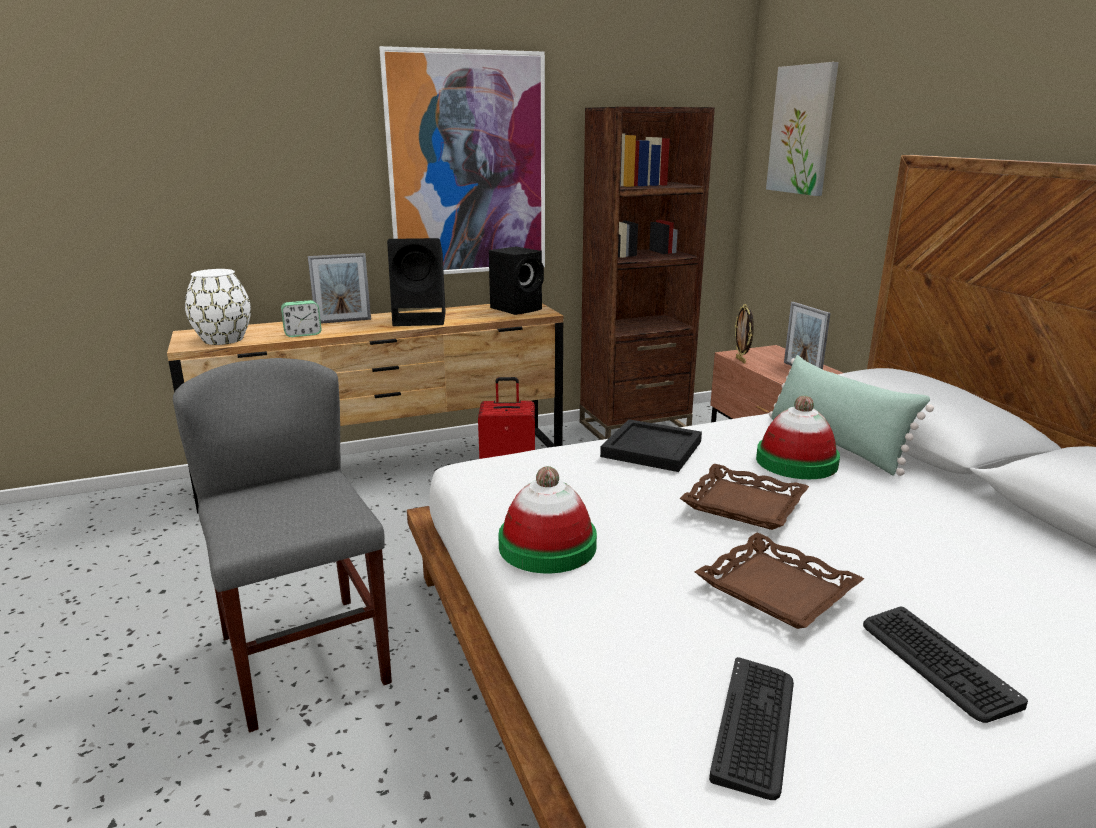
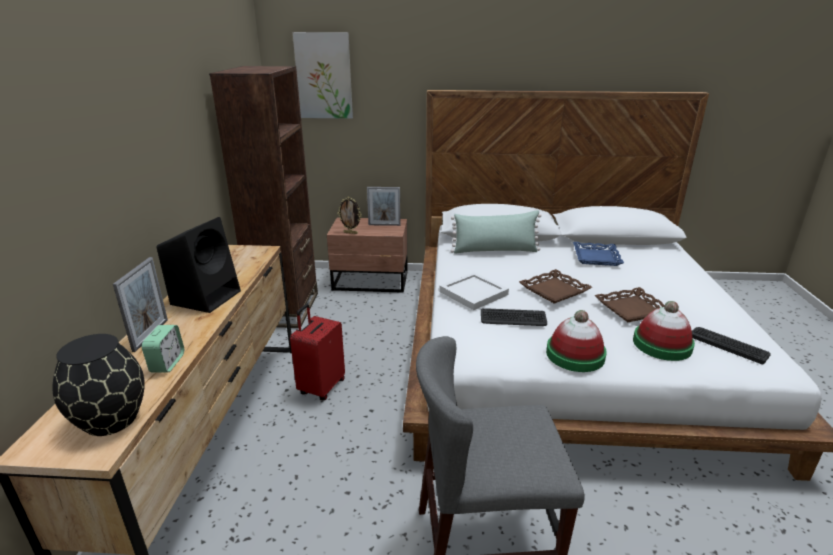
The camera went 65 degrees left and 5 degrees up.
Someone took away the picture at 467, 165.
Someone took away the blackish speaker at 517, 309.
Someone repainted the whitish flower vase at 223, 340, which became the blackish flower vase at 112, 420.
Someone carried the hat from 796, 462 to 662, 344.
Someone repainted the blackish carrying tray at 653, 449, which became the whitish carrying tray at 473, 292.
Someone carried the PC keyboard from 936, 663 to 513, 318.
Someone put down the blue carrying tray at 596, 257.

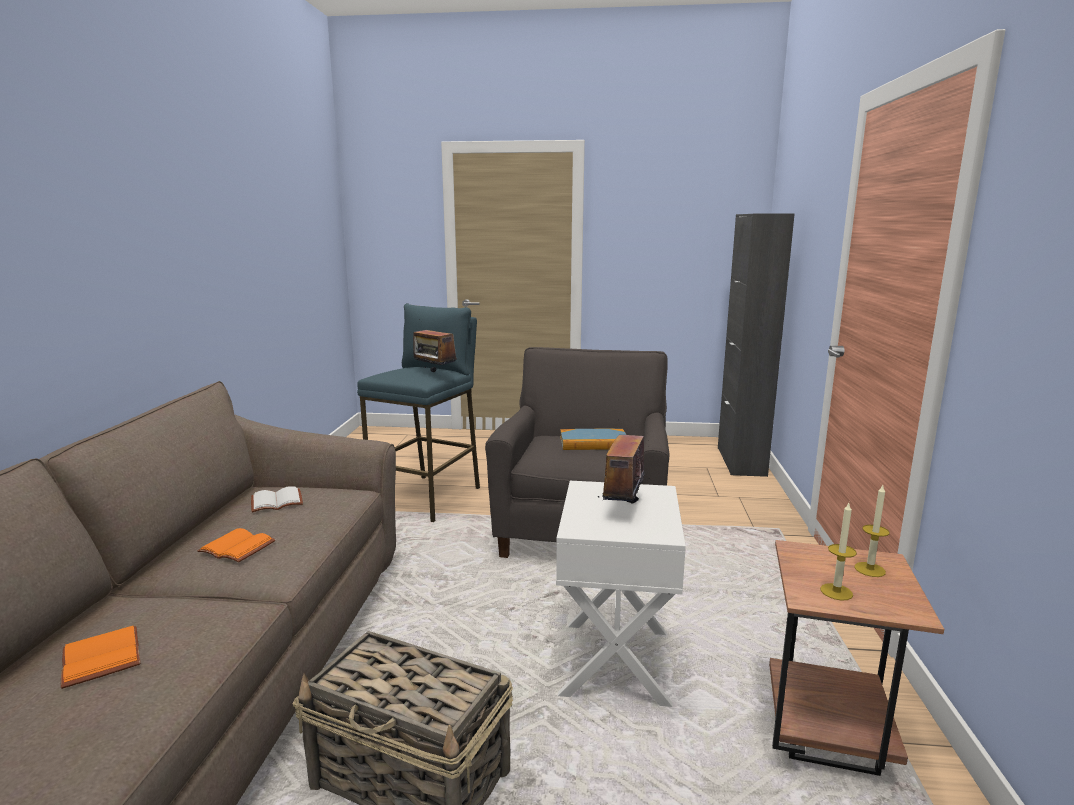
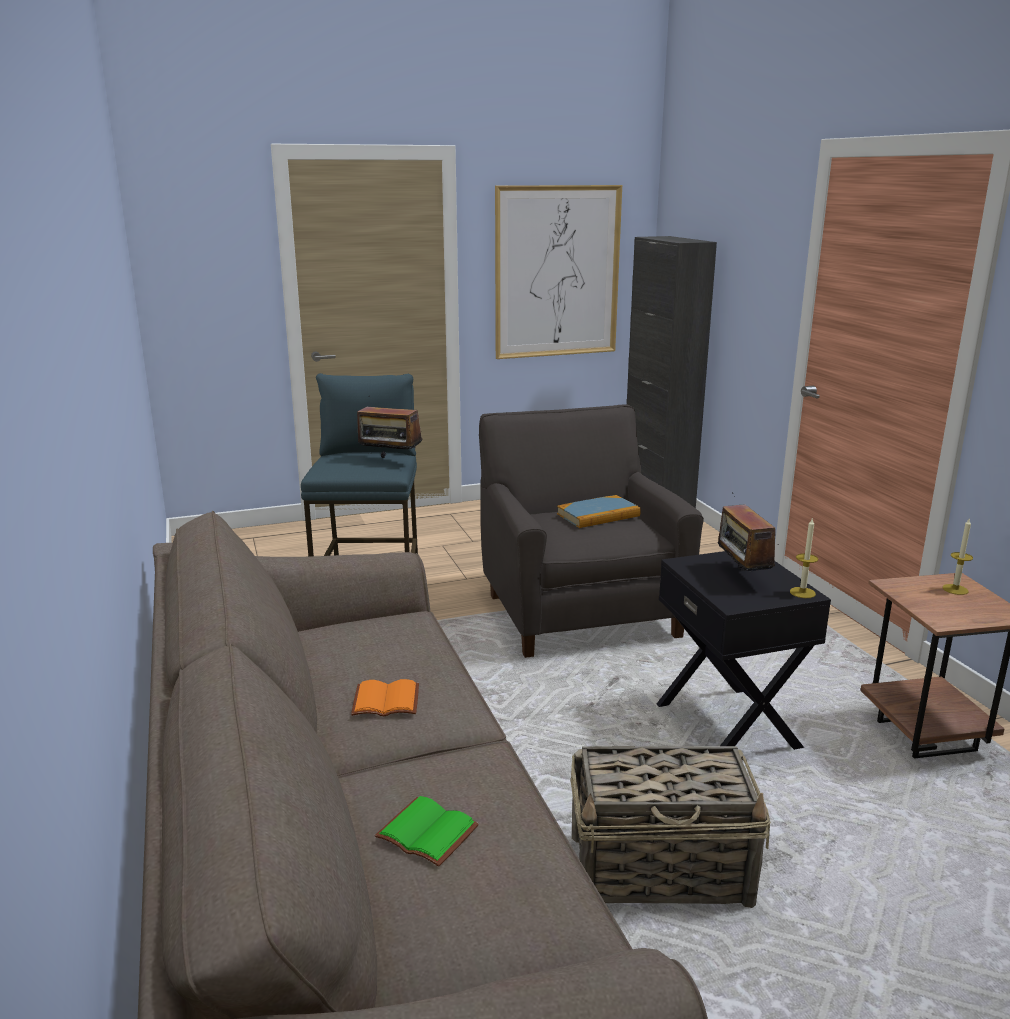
The camera went 25 degrees left and 5 degrees up.
Someone repainted the whitish accent table at 617, 663, which became the blackish accent table at 729, 725.
Someone took away the whitish bound book at 277, 501.
Someone carried the wax light from 836, 592 to 802, 592.
Someone repainted the orangey bound book at 99, 658, which became the greenish bound book at 424, 834.
Someone put up the picture at 557, 272.

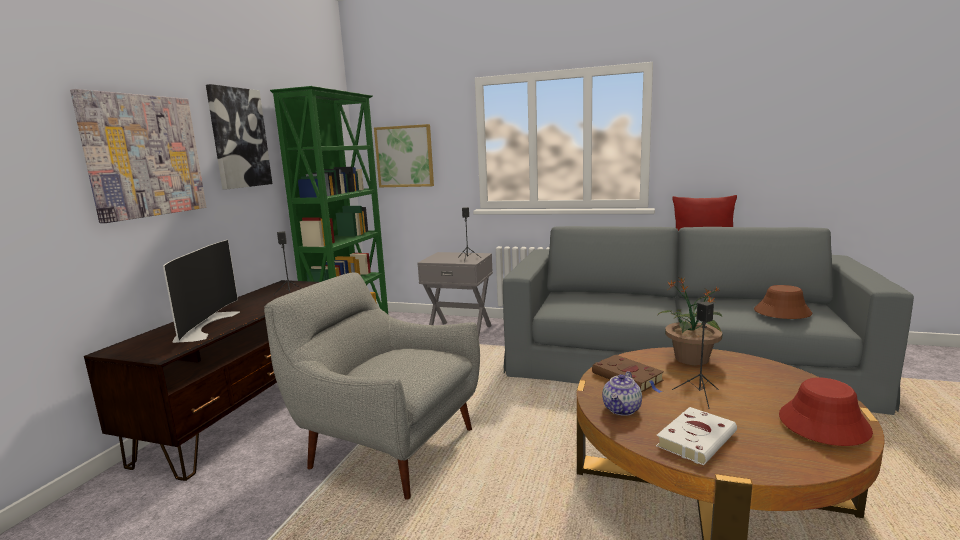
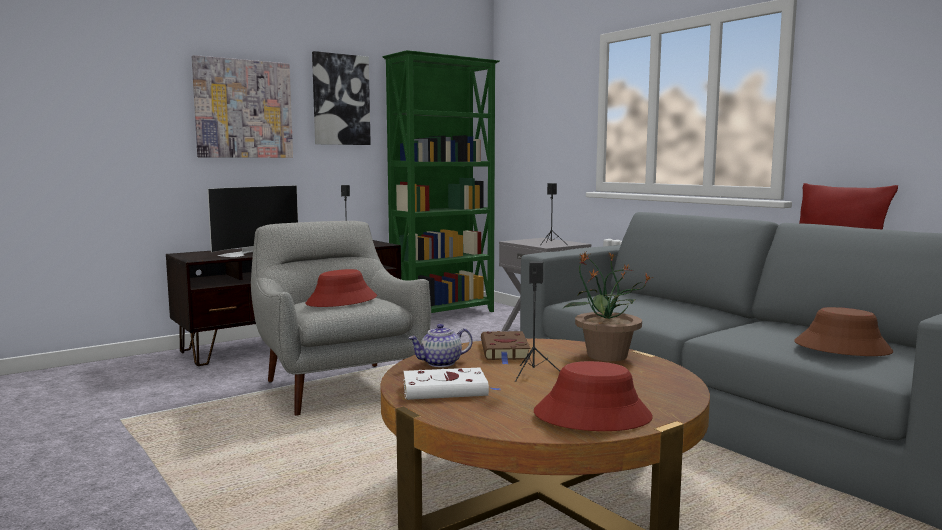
The camera went 35 degrees right and 5 degrees down.
Someone took away the picture at 404, 156.
Someone put down the red hat at 342, 301.

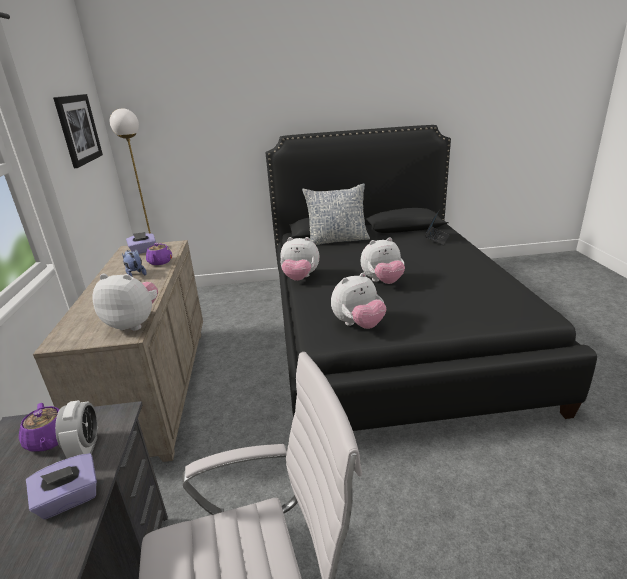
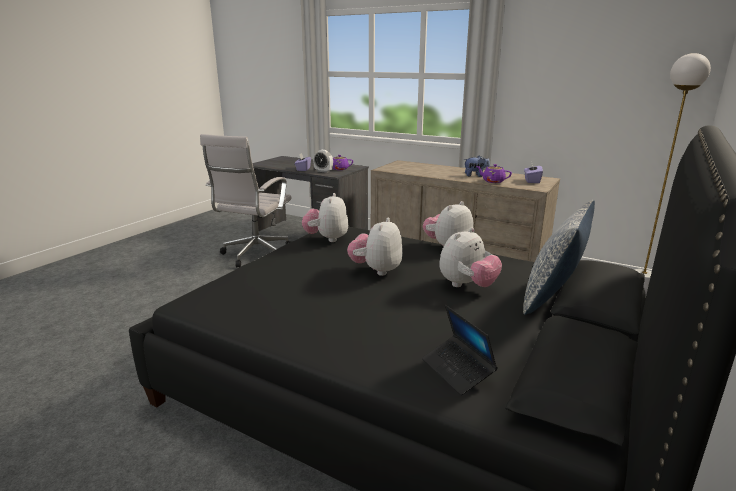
The camera went 125 degrees right and 5 degrees down.
Someone took away the picture at 78, 129.
Someone carried the soft toy from 134, 323 to 467, 286.

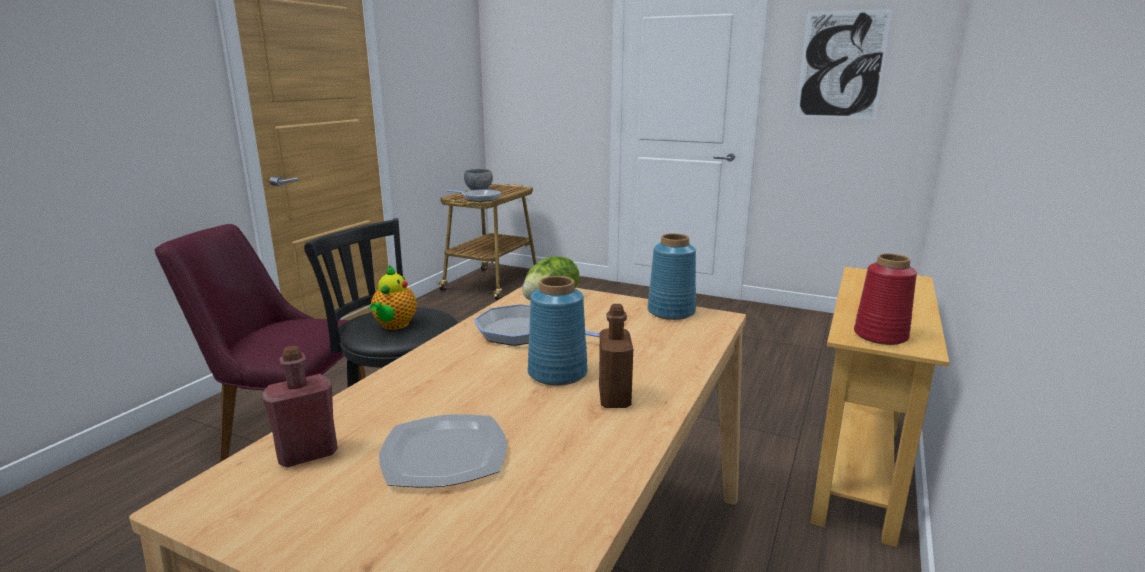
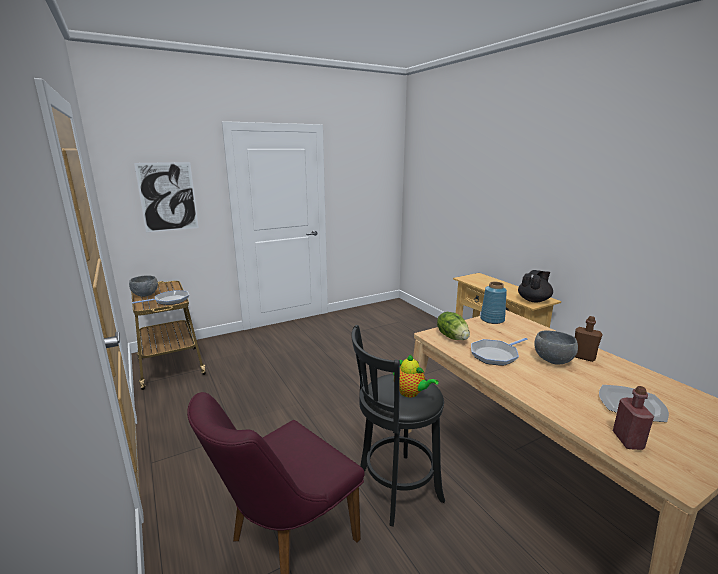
The camera went 55 degrees left and 0 degrees up.
Someone carried the picture from 841, 65 to 168, 197.
Someone swapped the red flower vase at 881, 336 for the blackish tea pot at 534, 300.
Someone swapped the blue flower vase at 556, 374 for the greyish bowl at 553, 361.

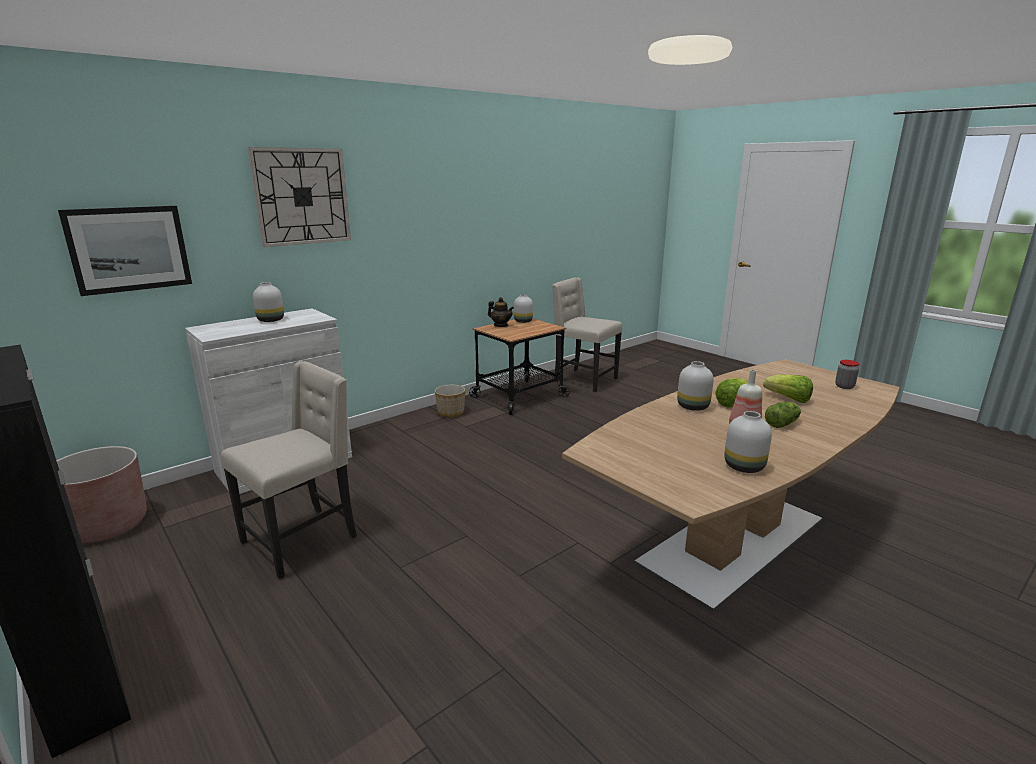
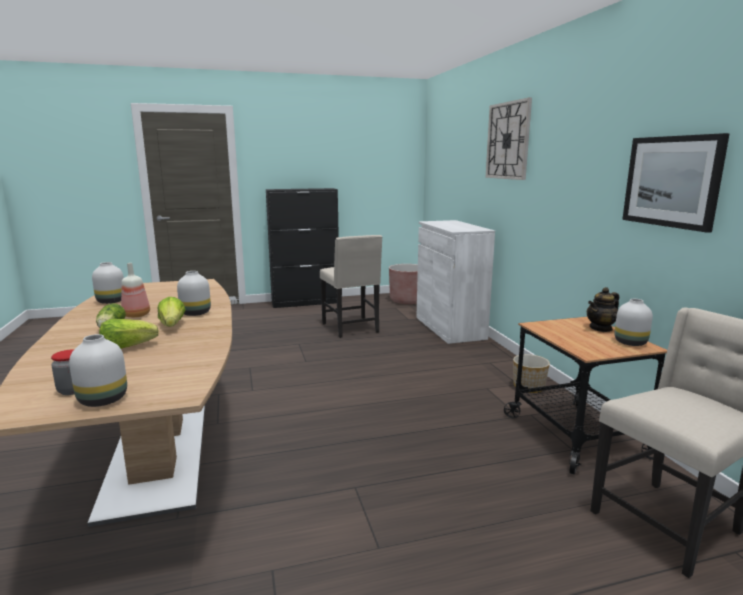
The camera went 115 degrees right and 5 degrees down.
Someone carried the picture from 129, 249 to 671, 181.
Someone carried the whitish flower vase from 270, 320 to 102, 399.

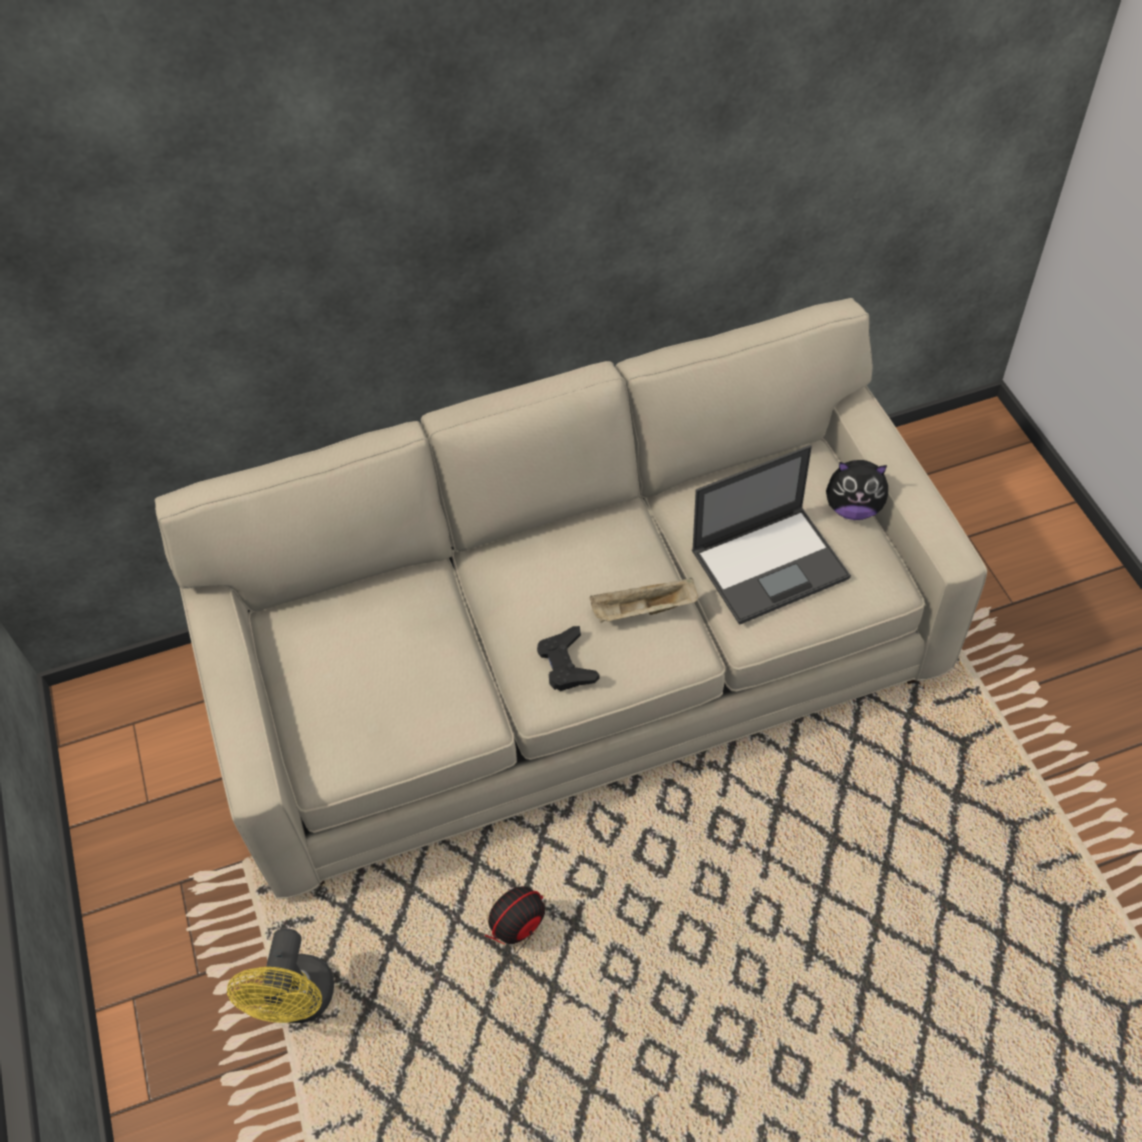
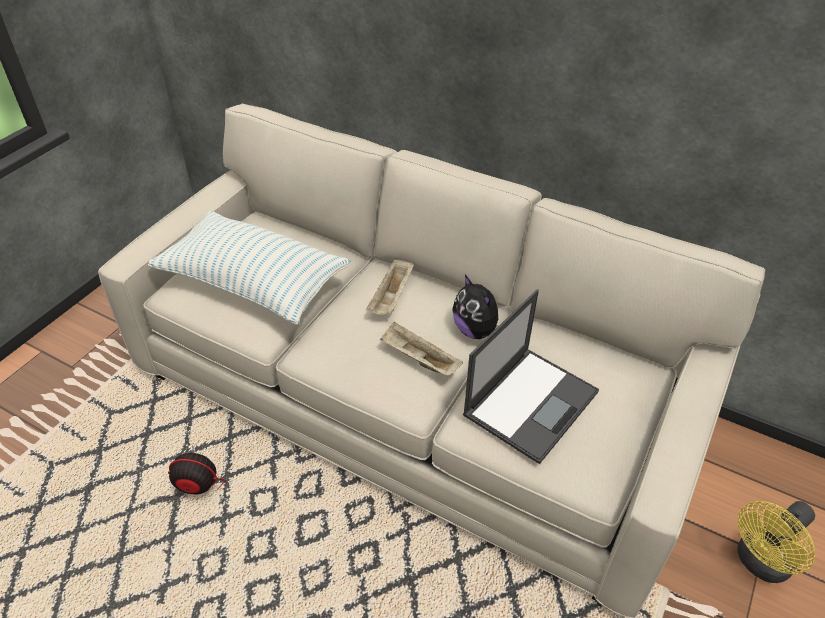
The camera went 45 degrees right and 10 degrees down.
Someone rotated the notebook computer at 771, 563 by 75 degrees counterclockwise.
Someone carried the soft toy from 853, 508 to 476, 330.
Someone took away the blackish game controller at 566, 664.
Someone carried the yellow cooling fan from 299, 1003 to 759, 563.
Someone put down the cushion at 253, 283.
Someone put down the sand-coloured carrying tray at 392, 298.

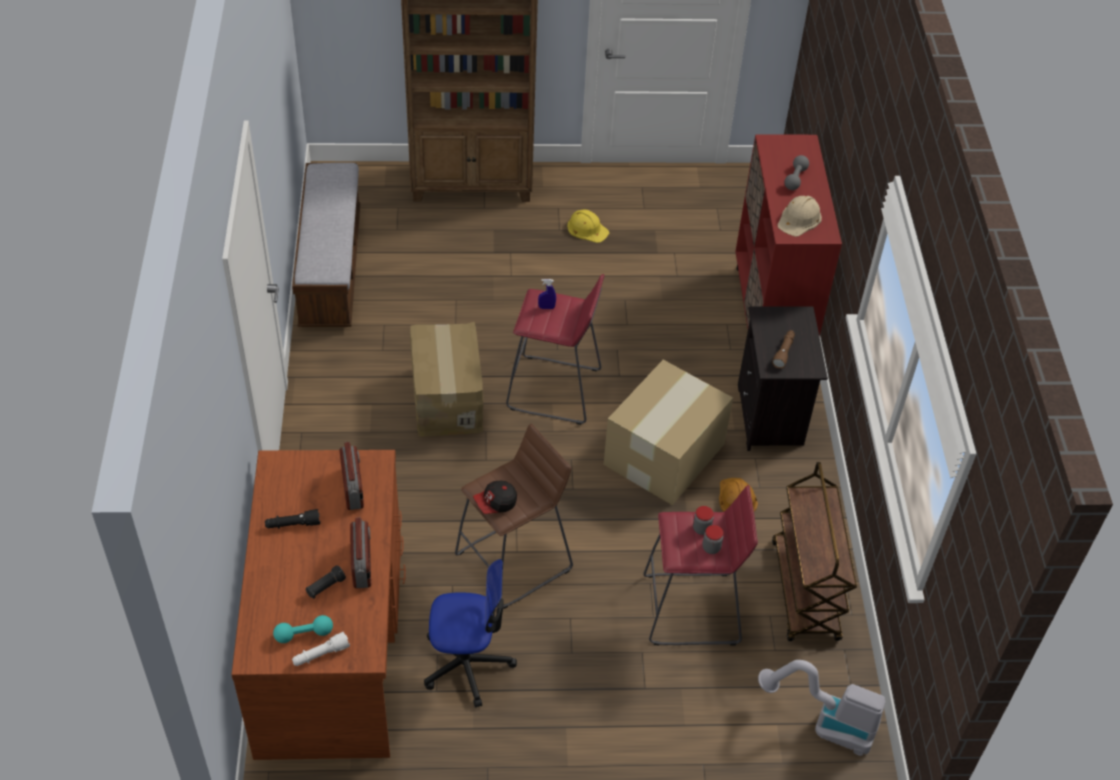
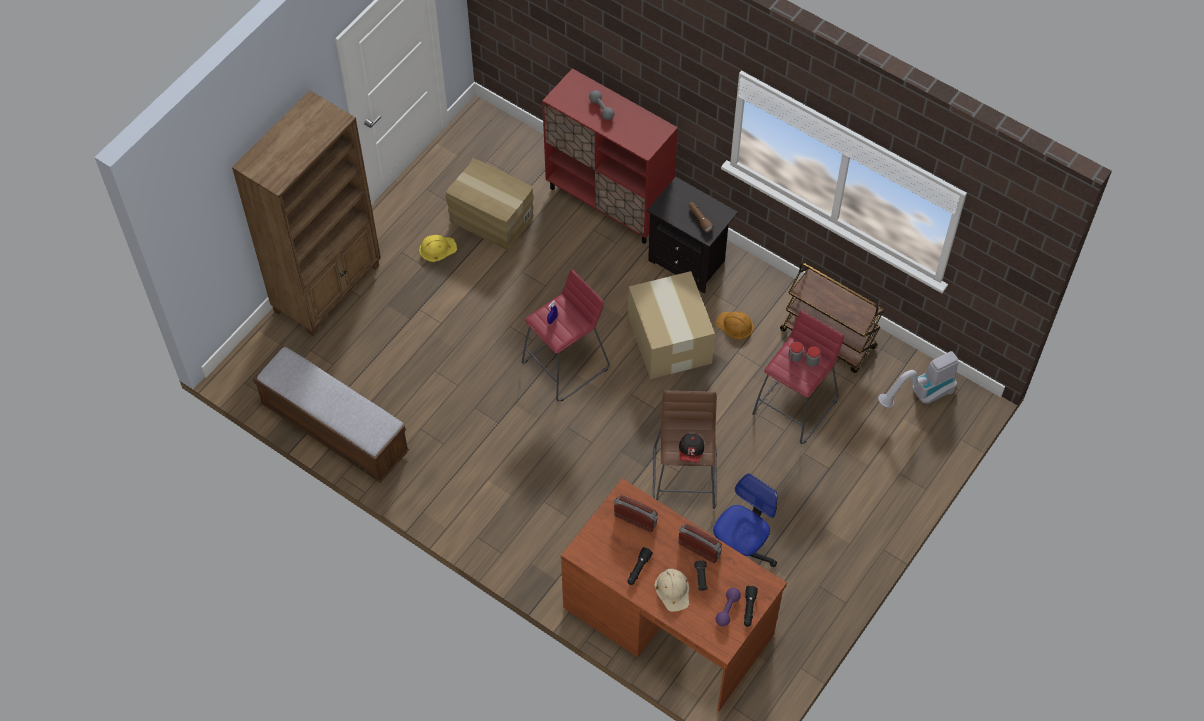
The camera went 50 degrees left and 10 degrees up.
Someone carried the sand-coloured hard hat from 799, 219 to 673, 590.
Someone carried the packing box from 446, 399 to 491, 218.
Someone repainted the blue-green hand weight at 304, 634, which became the purple hand weight at 727, 609.
Someone repainted the whitish torch at 320, 654, which became the blackish torch at 749, 609.

